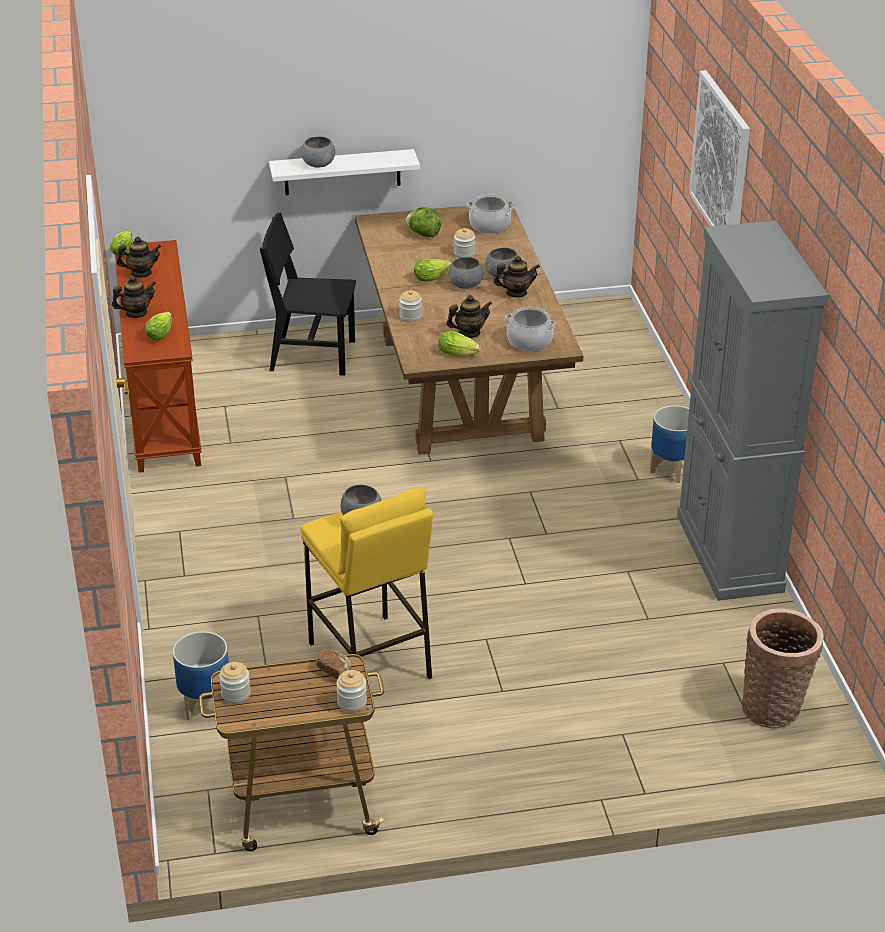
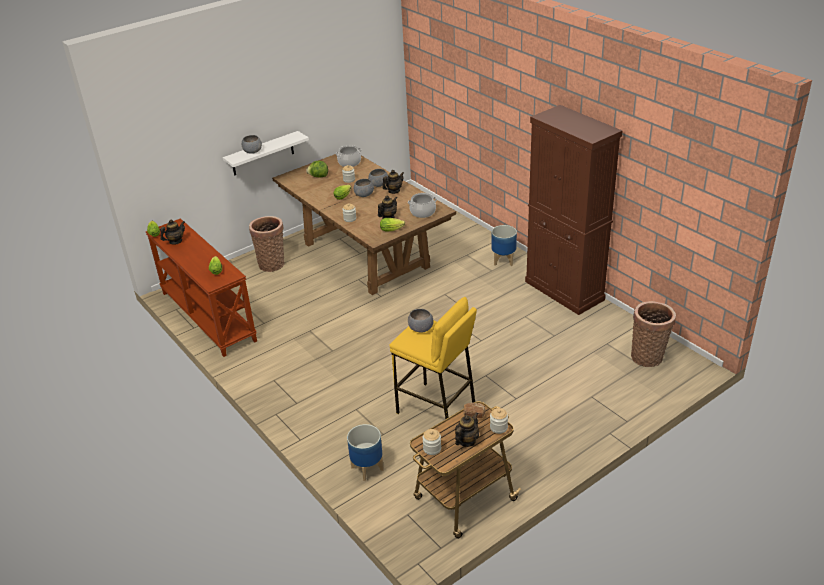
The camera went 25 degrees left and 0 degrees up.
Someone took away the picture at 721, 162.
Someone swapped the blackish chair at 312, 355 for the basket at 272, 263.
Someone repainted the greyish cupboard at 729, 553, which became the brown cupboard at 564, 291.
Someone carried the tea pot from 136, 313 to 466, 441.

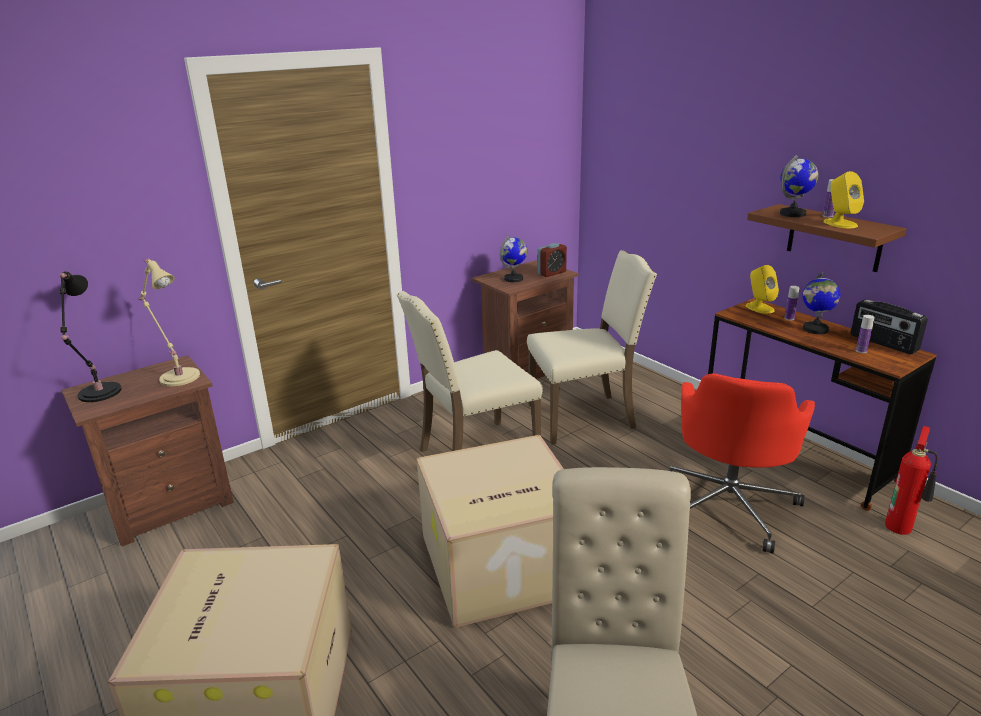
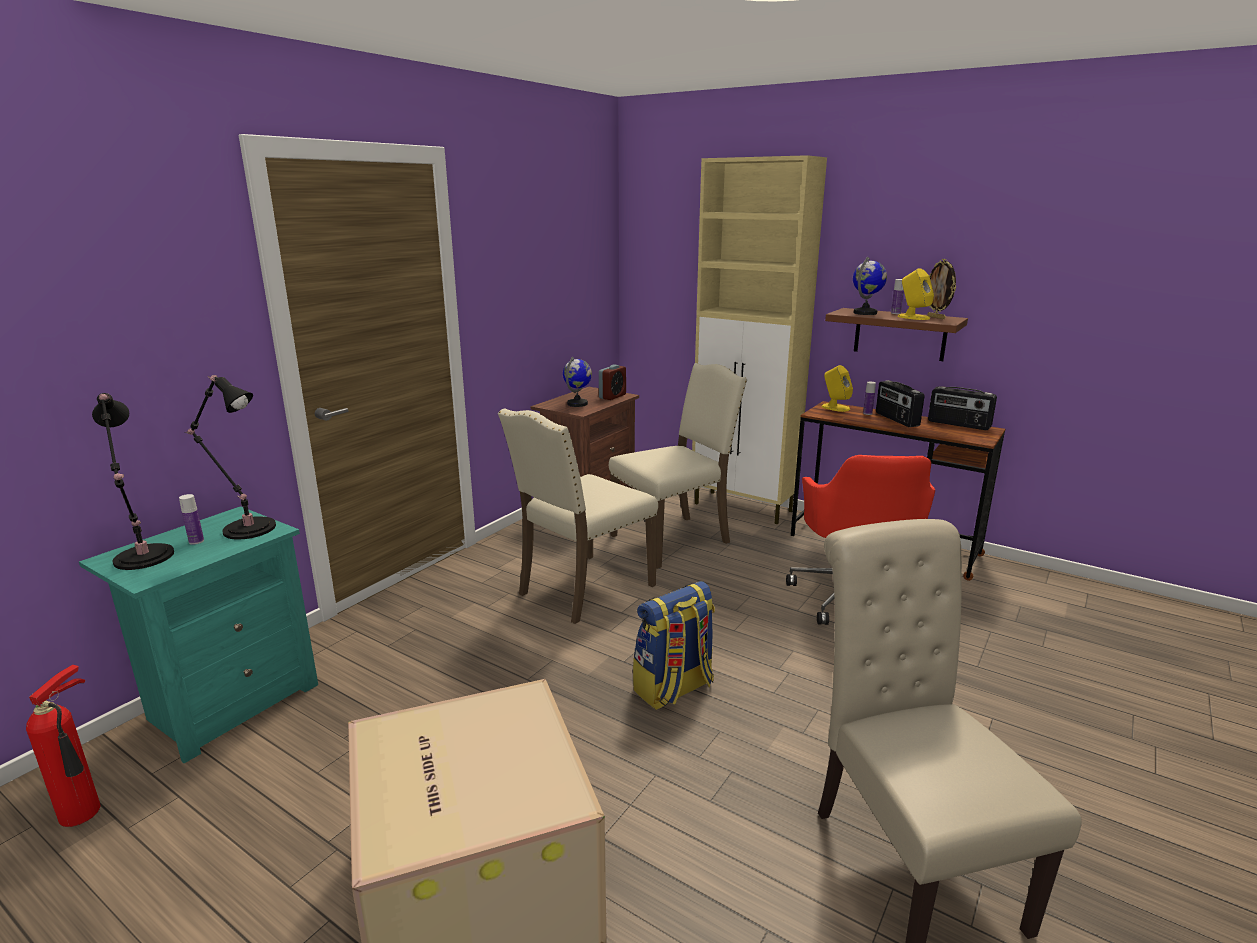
The camera went 20 degrees left and 5 degrees down.
Someone repainted the sand-coloured table lamp at 178, 376, which became the blackish table lamp at 246, 528.
Someone swapped the world globe at 815, 329 for the radio receiver at 896, 419.
Someone carried the drink bottle from 861, 351 to 196, 541.
Someone repainted the brown nightstand at 170, 505, which became the blue-green nightstand at 231, 703.
Someone carried the fire-fighting cylinder from 901, 526 to 85, 812.
Someone swapped the packing box at 499, 565 for the rucksack at 674, 689.
Someone put down the sand-coloured cupboard at 744, 508.
Someone put down the standing frame at 936, 317.

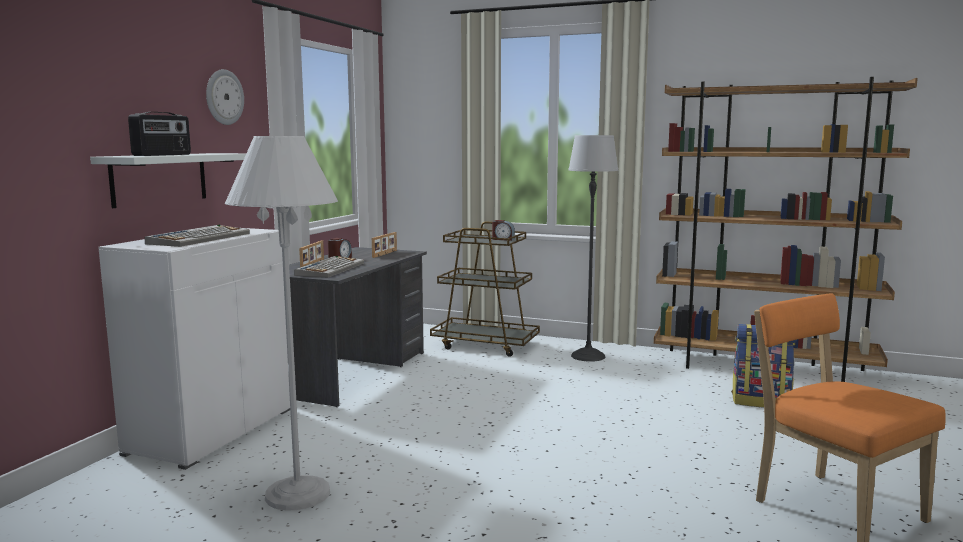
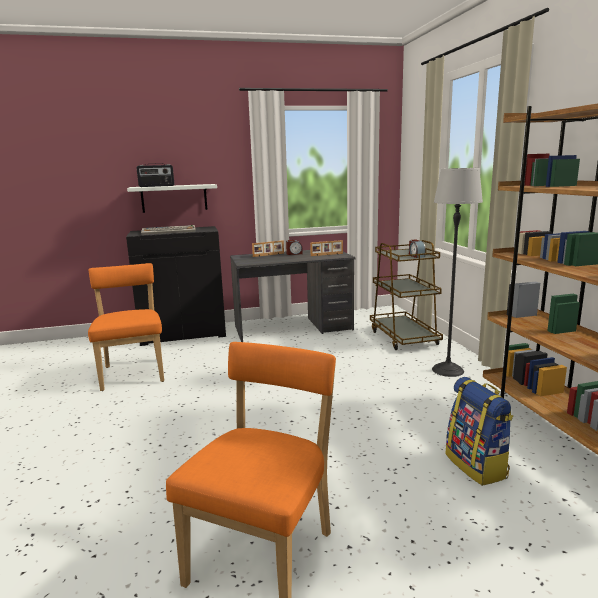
The camera went 55 degrees right and 5 degrees up.
Someone took away the hanging clock at 224, 97.
Someone swapped the whitish standing lamp at 297, 494 for the orangey chair at 133, 372.
Someone repainted the whitish cupboard at 212, 430, which became the blackish cupboard at 184, 334.
Someone took away the PC keyboard at 330, 269.

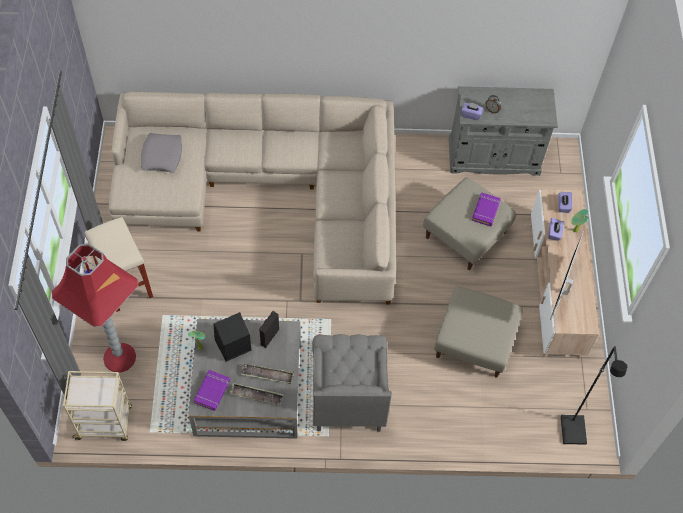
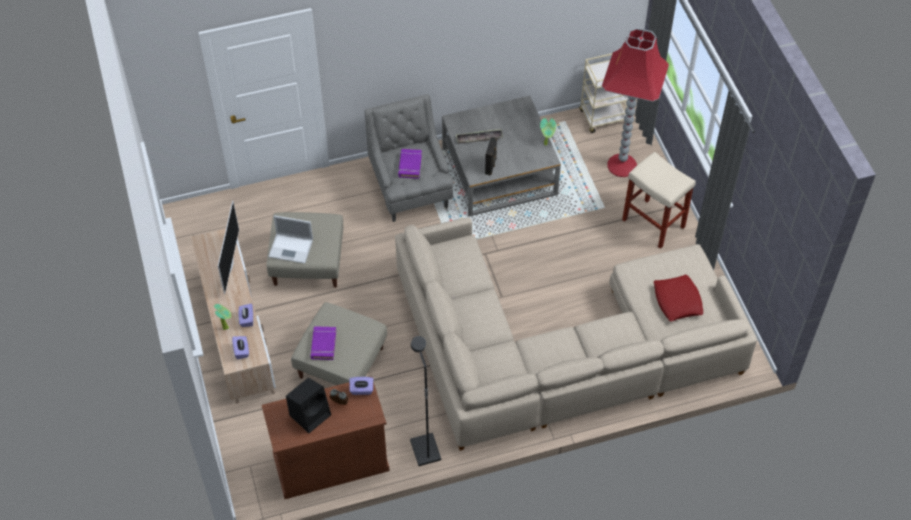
The camera went 165 degrees right and 5 degrees down.
Someone repainted the greyish cupboard at 494, 157, which became the brown cupboard at 331, 462.
Someone repainted the greyish cushion at 162, 156, which became the red cushion at 677, 301.
Someone carried the blackish speaker from 232, 345 to 310, 414.
Someone carried the blackish standing lamp from 574, 431 to 424, 450.
Someone carried the purple bound book from 212, 391 to 410, 165.
Someone took away the carrying tray at 256, 395.
Someone put down the notebook computer at 291, 248.

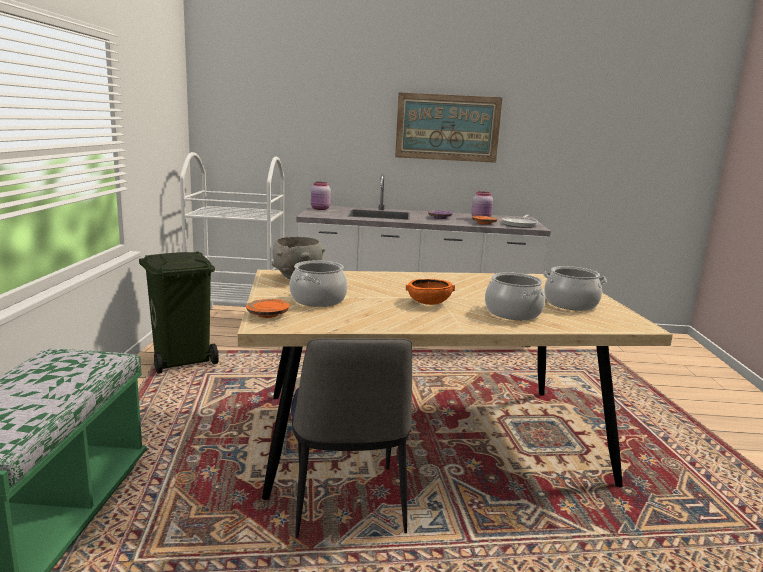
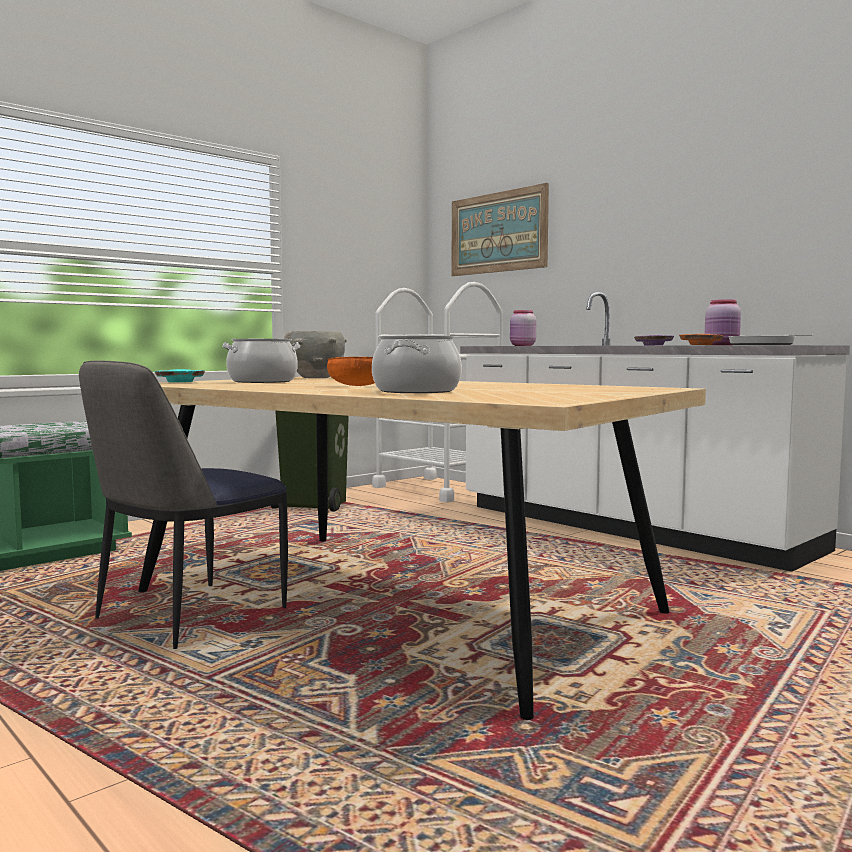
The camera went 45 degrees right and 10 degrees down.
Someone carried the picture from 447, 127 to 498, 232.
Someone took away the stockpot at 570, 304.
Someone repainted the orangey flat dish at 267, 315, which became the blue-green flat dish at 180, 382.

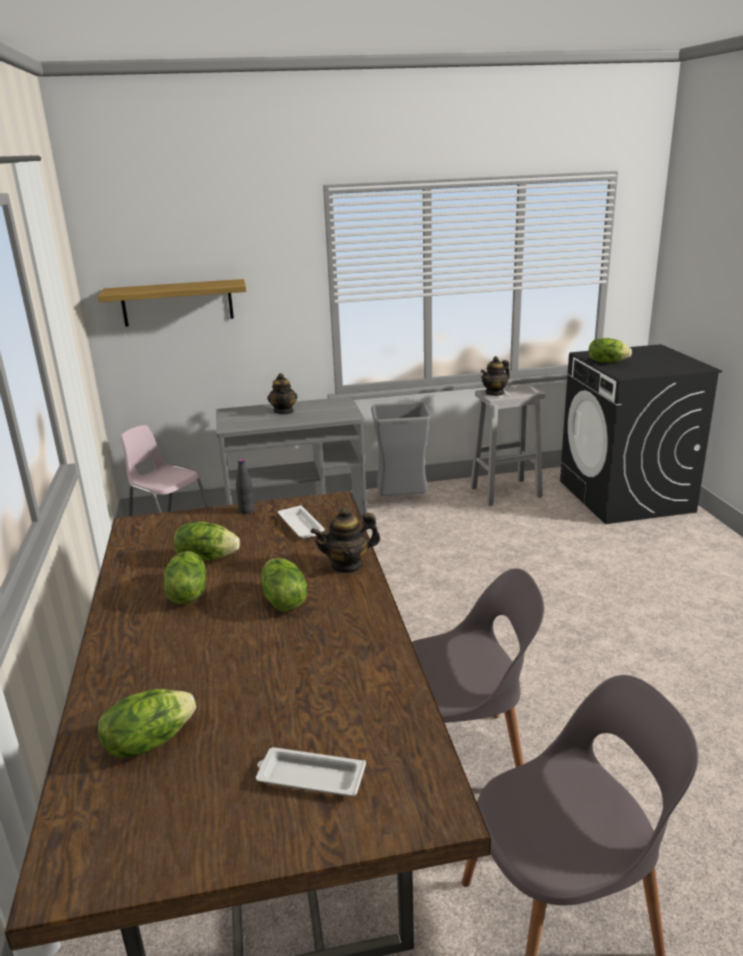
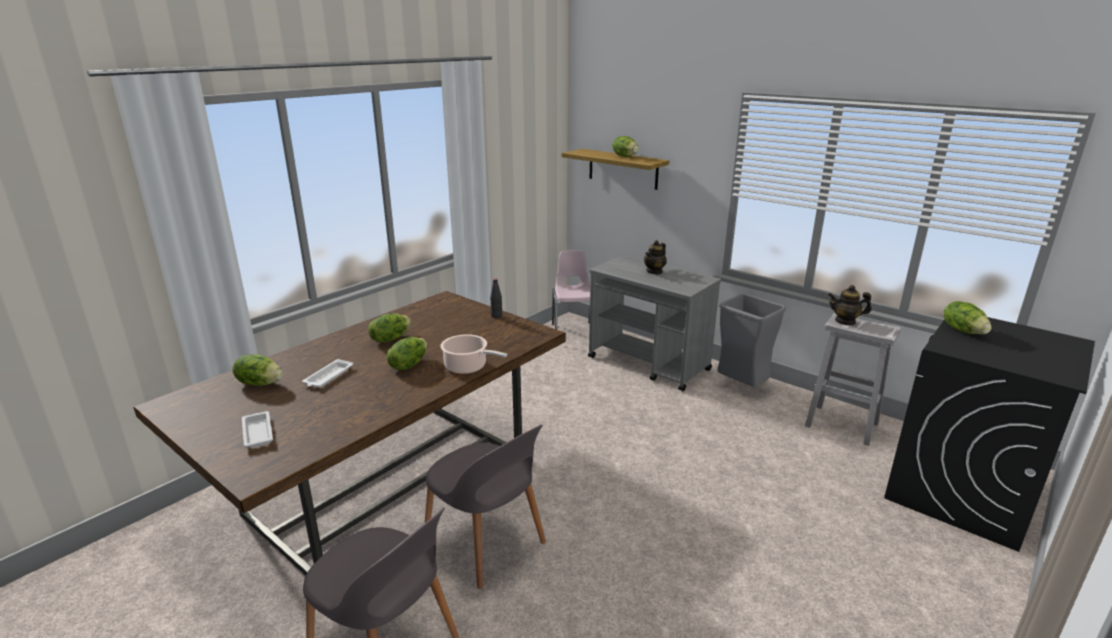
The camera went 50 degrees right and 0 degrees up.
Someone carried the whitish carrying tray from 301, 526 to 328, 377.
Someone swapped the tea pot at 347, 565 for the stockpot at 468, 367.
Someone carried the lettuce from 207, 557 to 625, 156.

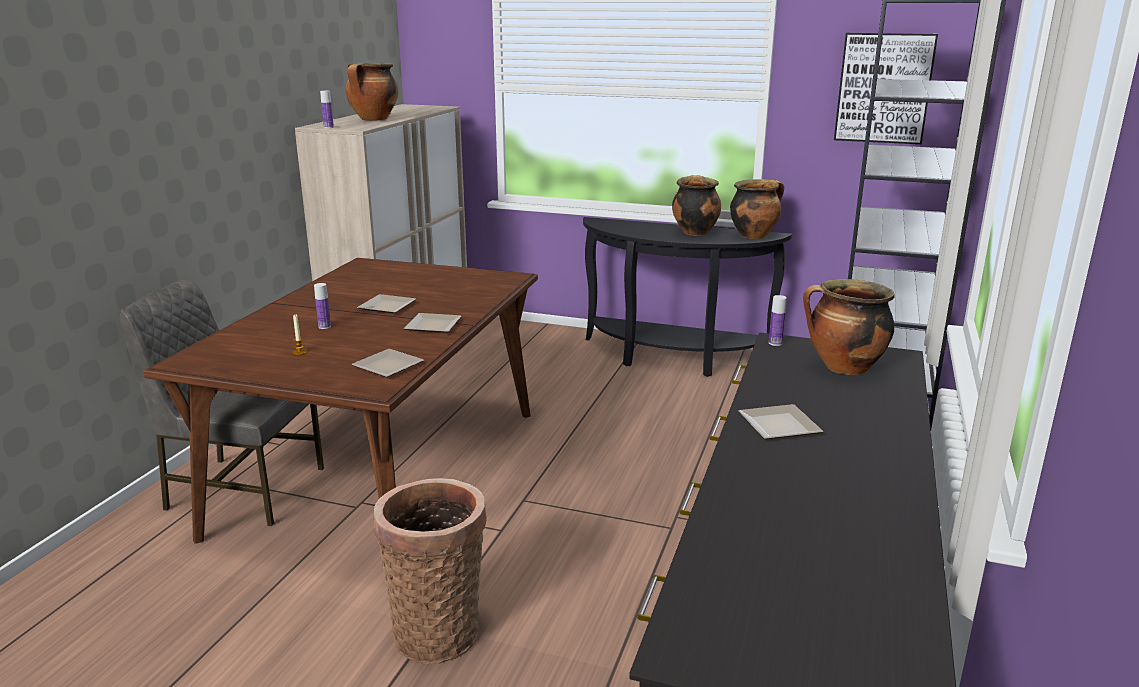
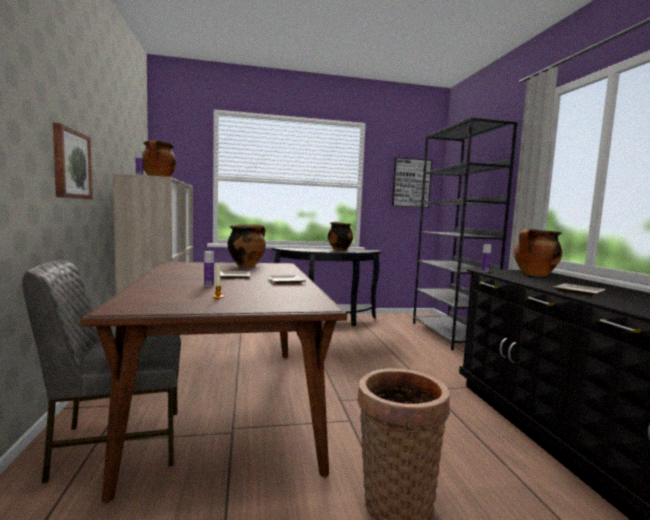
The camera went 30 degrees left and 15 degrees down.
Someone carried the stockpot from 753, 235 to 246, 265.
Someone took away the flat dish at 391, 366.
Someone put up the picture at 71, 164.

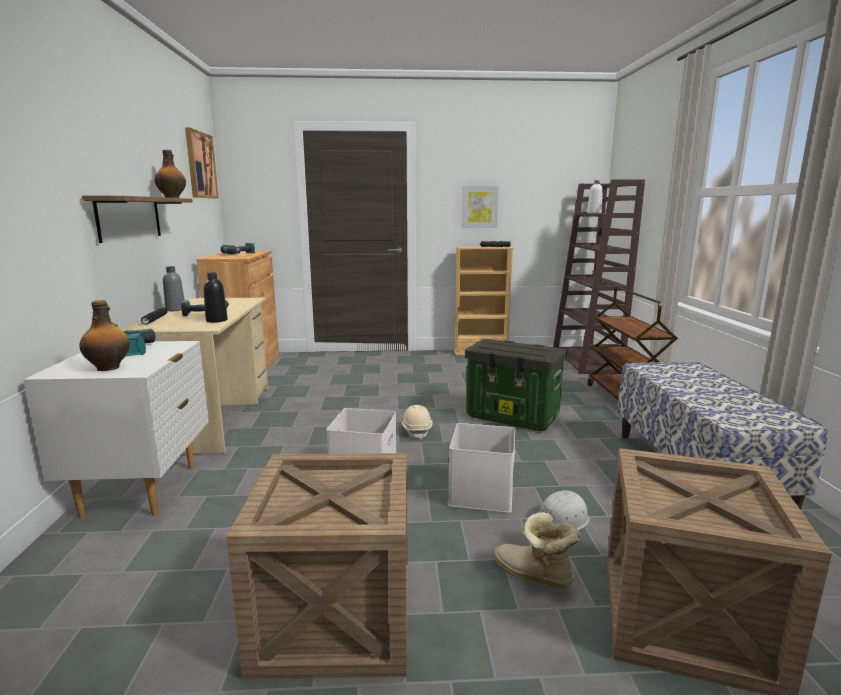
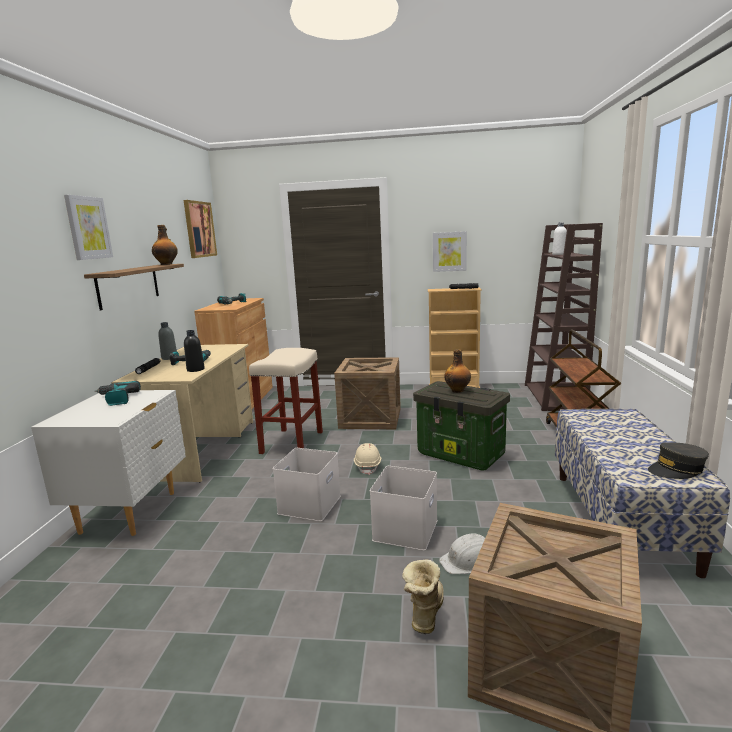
The camera went 10 degrees right and 0 degrees up.
Someone carried the drink bottle from 109, 368 to 457, 390.
Someone carried the shipping crate from 336, 615 to 370, 418.
Someone rotated the high-top boot at 533, 575 by 60 degrees clockwise.
Someone put up the picture at 88, 228.
Someone put down the sand-coloured stool at 292, 443.
Someone put down the greyish baseball cap at 676, 469.

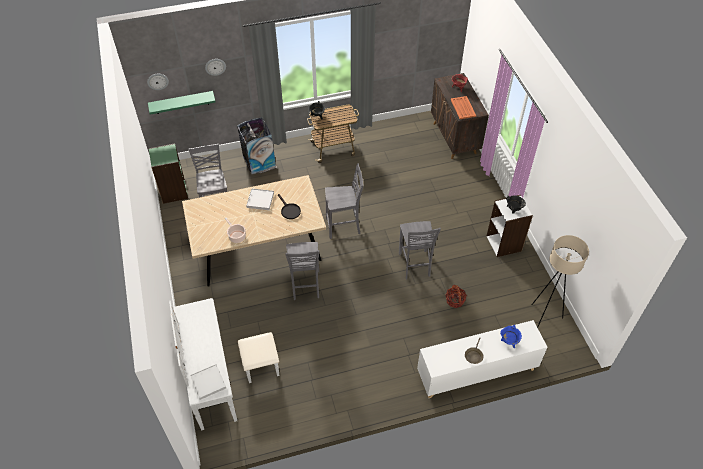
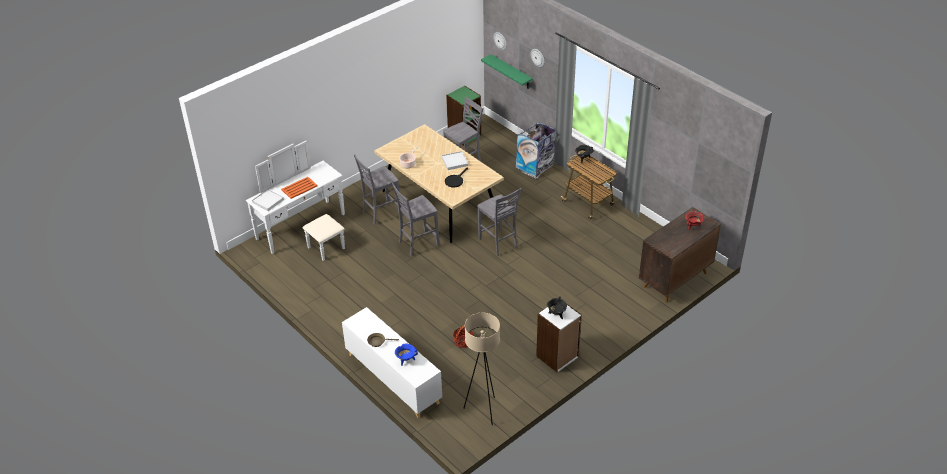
The camera went 65 degrees right and 10 degrees down.
Someone carried the orangey carrying tray from 463, 108 to 299, 188.
Someone carried the greyish chair from 414, 265 to 380, 213.

